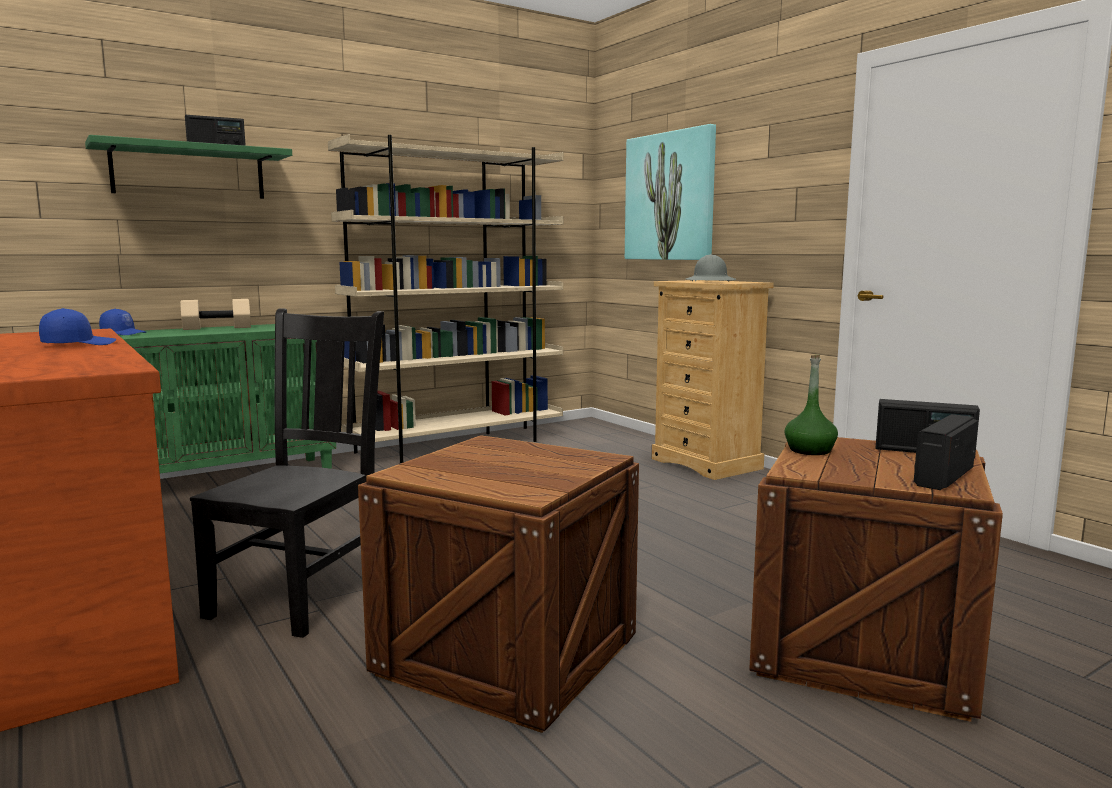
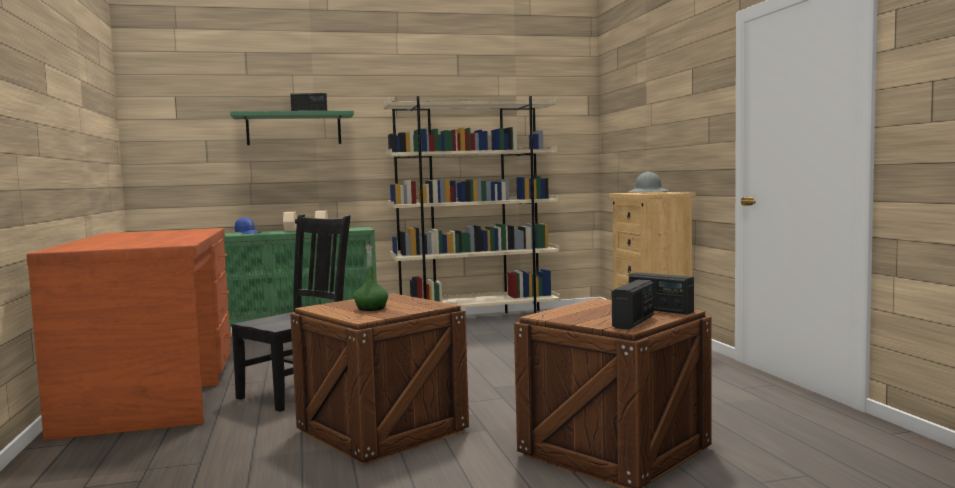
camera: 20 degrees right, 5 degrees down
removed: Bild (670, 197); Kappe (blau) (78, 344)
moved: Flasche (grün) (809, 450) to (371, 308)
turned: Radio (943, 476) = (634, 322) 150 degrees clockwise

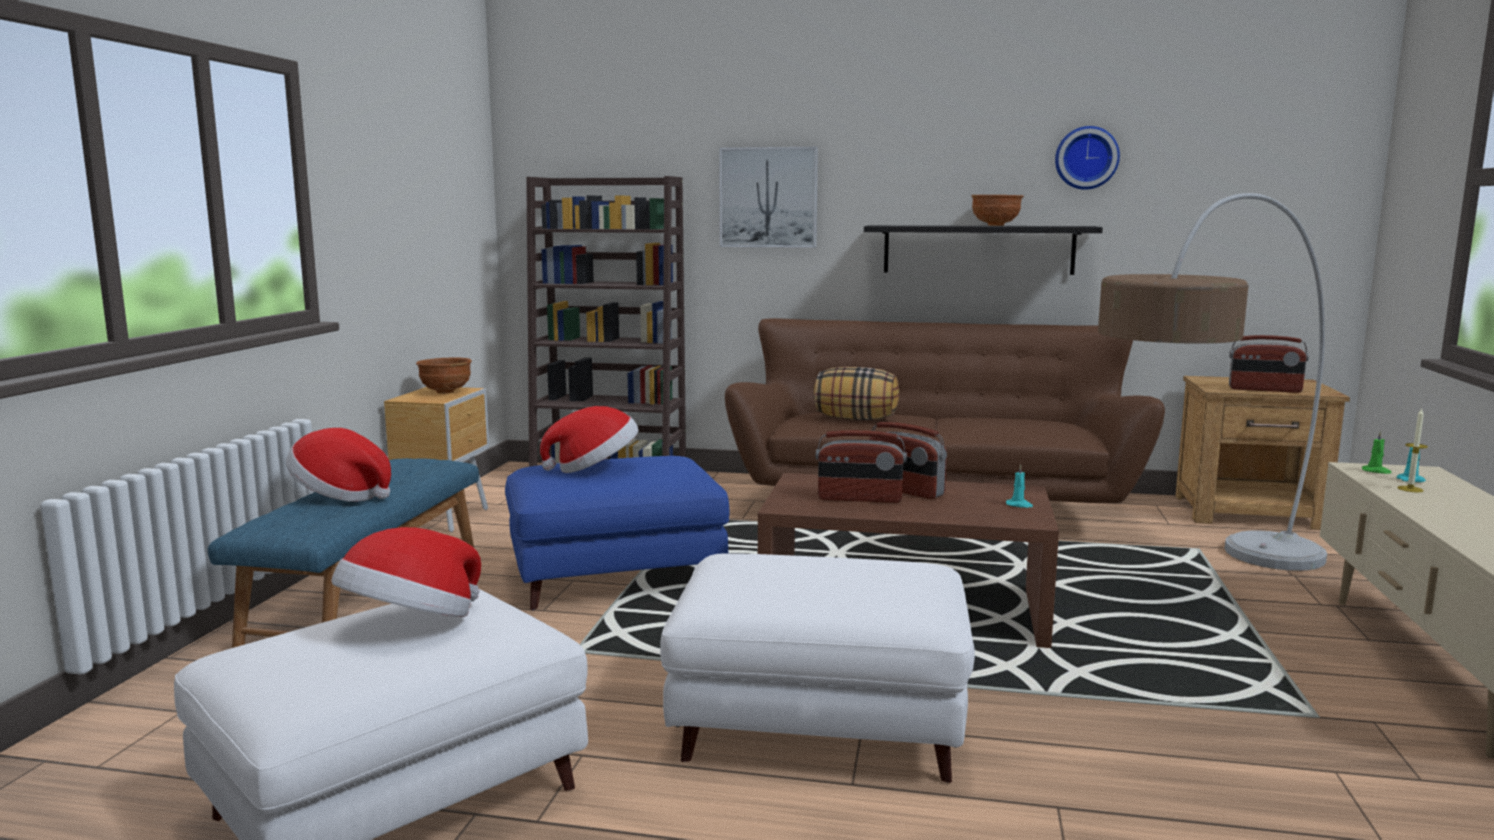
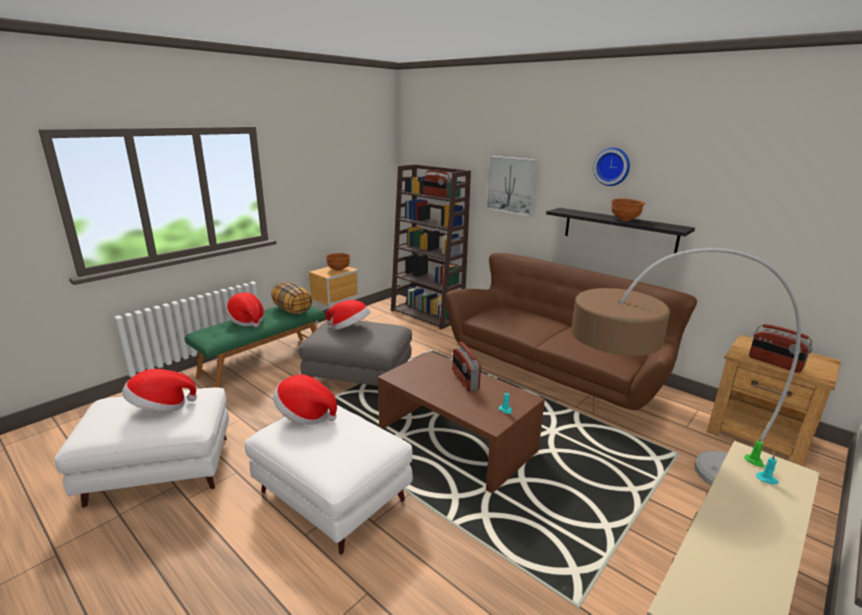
camera: 30 degrees right, 10 degrees up
removed: Kerze (1410, 489)
added: Hut (305, 415)
moved: Wanduhr (1086, 158) to (612, 166); Kissen (856, 419) to (293, 310); Radio (859, 499) to (436, 195)
recoloured: Polsterhocker (blau) (615, 578) to Polsterhocker (grau) (358, 378); Bank (blau) (367, 600) to Bank (grün) (263, 362)

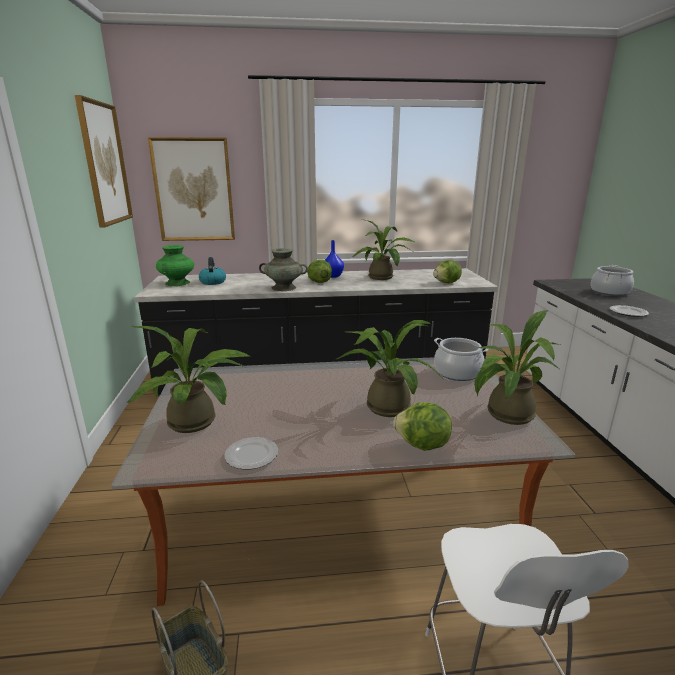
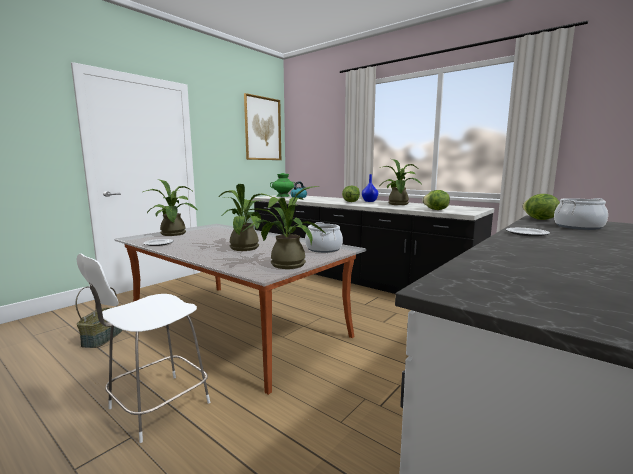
camera: 45 degrees right, 10 degrees down
removed: Bild (193, 190); Vase (türkis) (284, 288)
moved: Salatkopf (422, 445) to (539, 219)

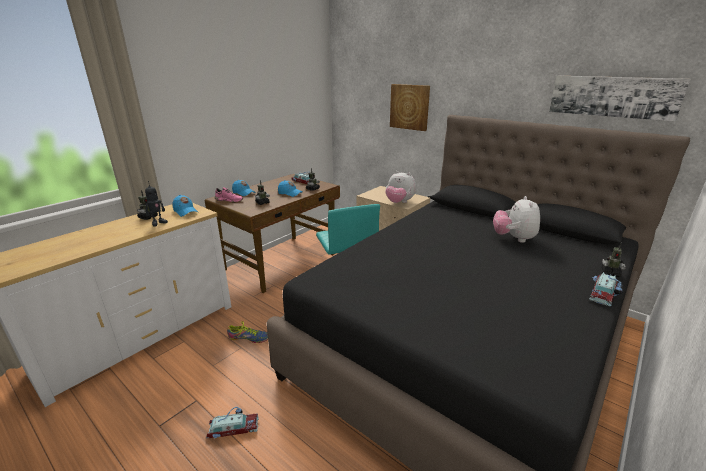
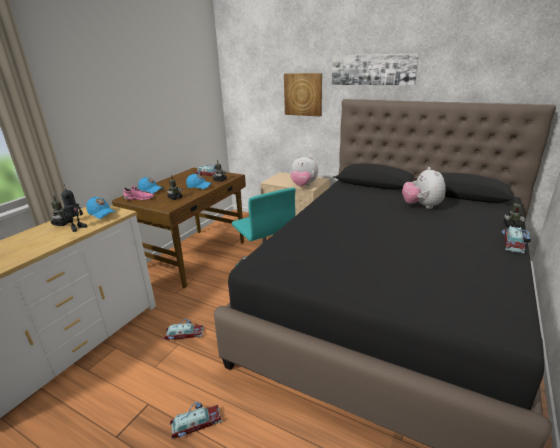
camera: 10 degrees left, 0 degrees up
moved: Bild (613, 96) to (373, 69)
replaced: Schuh (249, 338) to Spielzeugauto (184, 334)

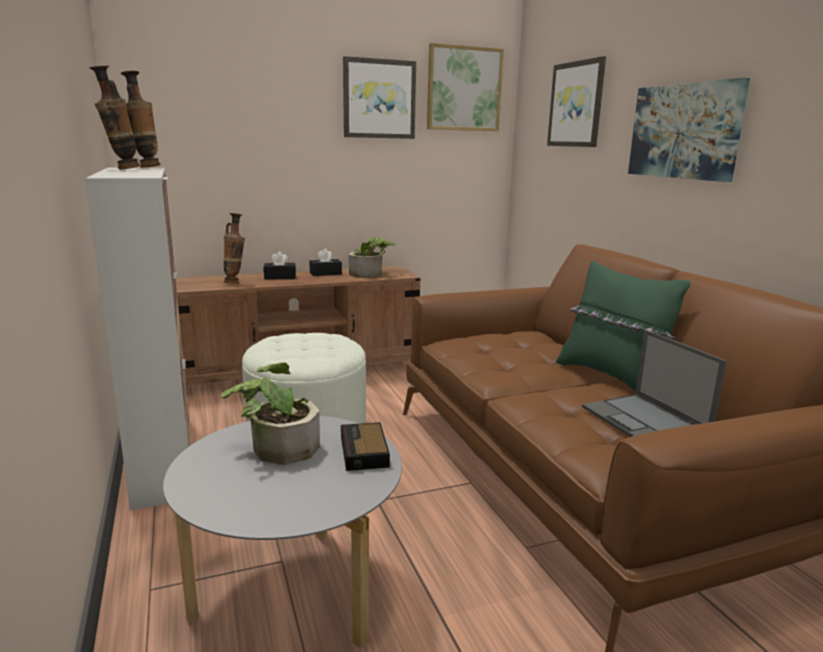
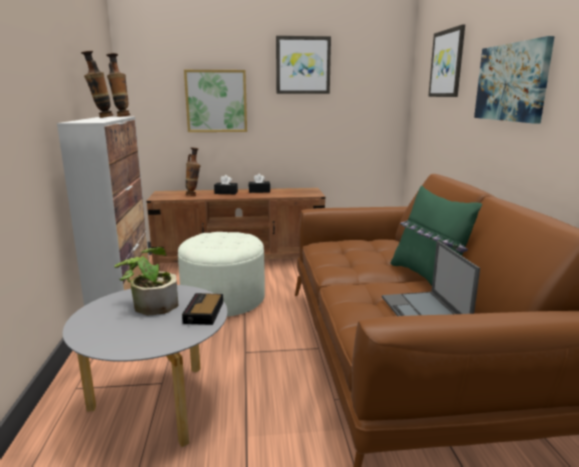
camera: 15 degrees right, 0 degrees up
removed: Topfpflanze (370, 274)
moved: Bild (464, 89) to (216, 101)

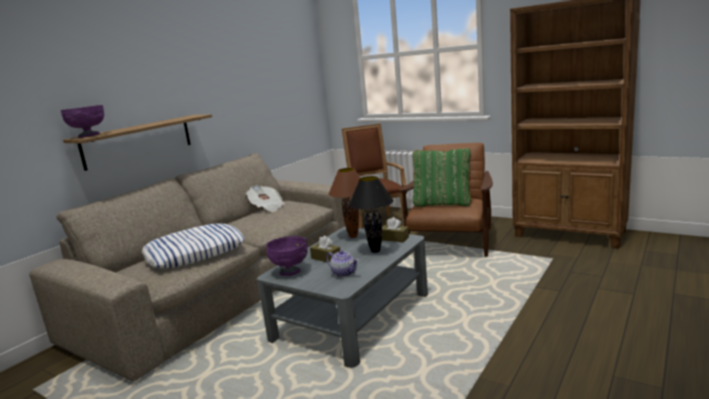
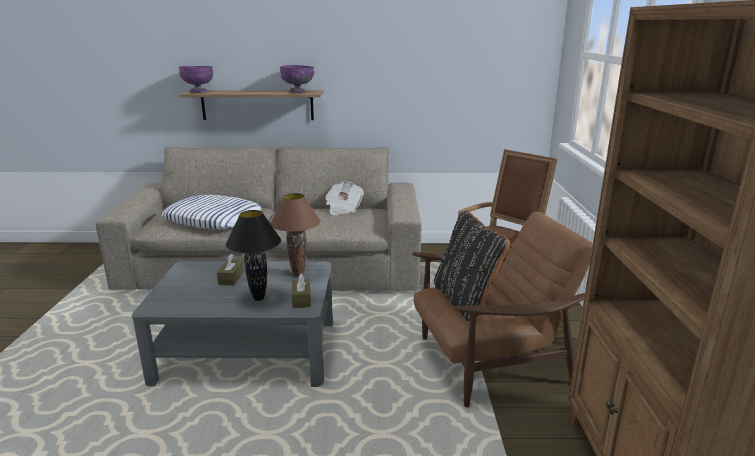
camera: 55 degrees right, 5 degrees up
removed: Teekanne (344, 273)
moved: Schüssel (lila) (290, 272) to (298, 92)
recoloured: Kissen (grün) (442, 203) to Kissen (schwarz) (465, 301)

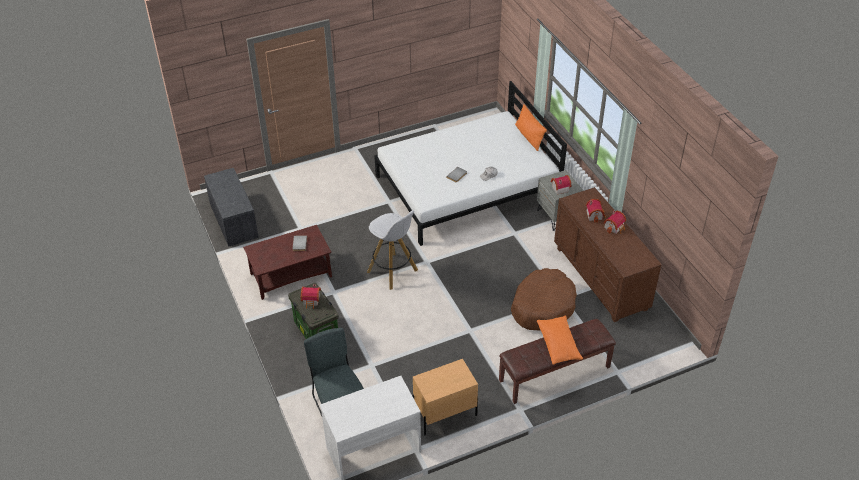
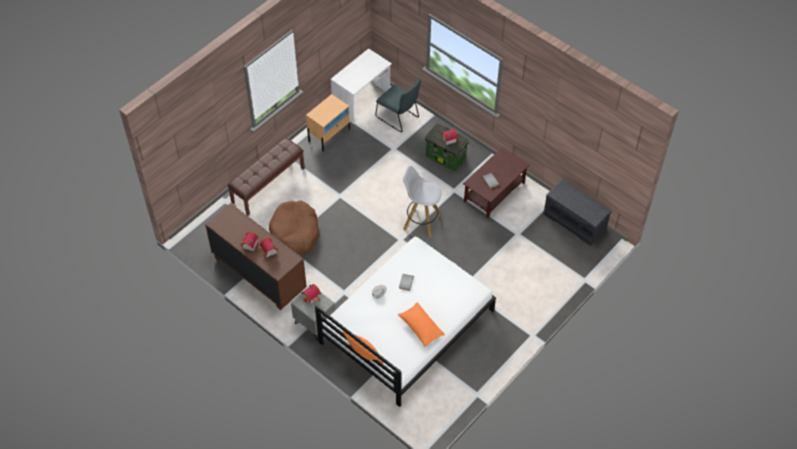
camera: 155 degrees right, 10 degrees up
moved: Kissen (orange) (558, 345) to (421, 328)

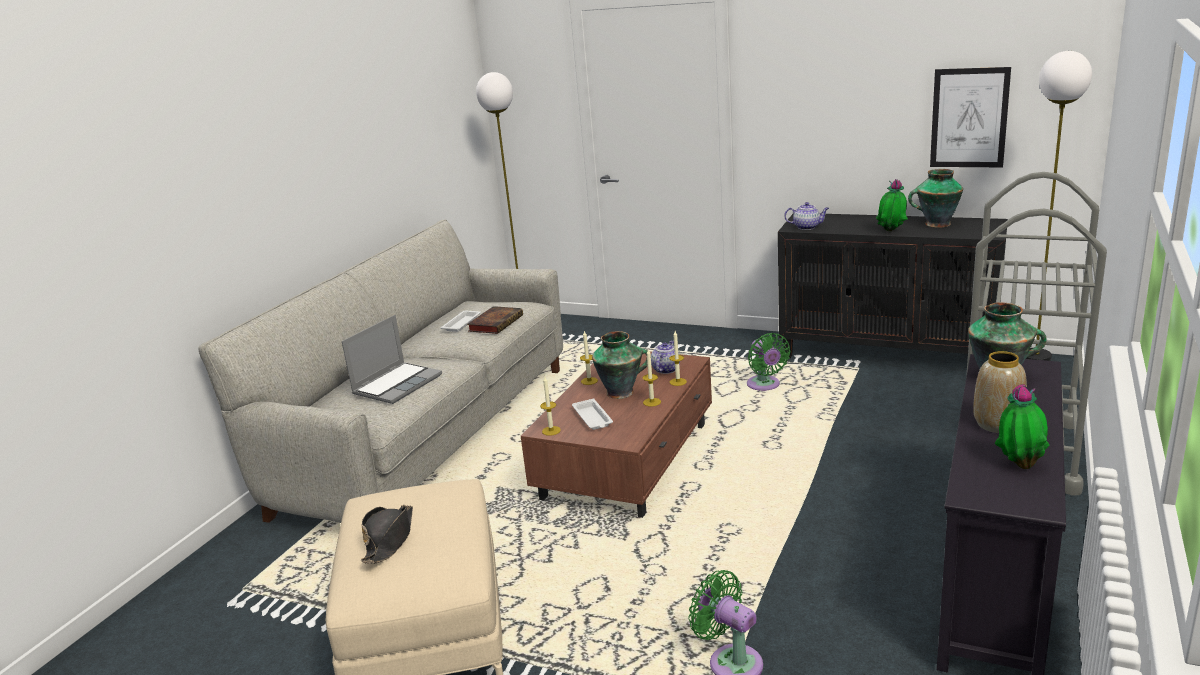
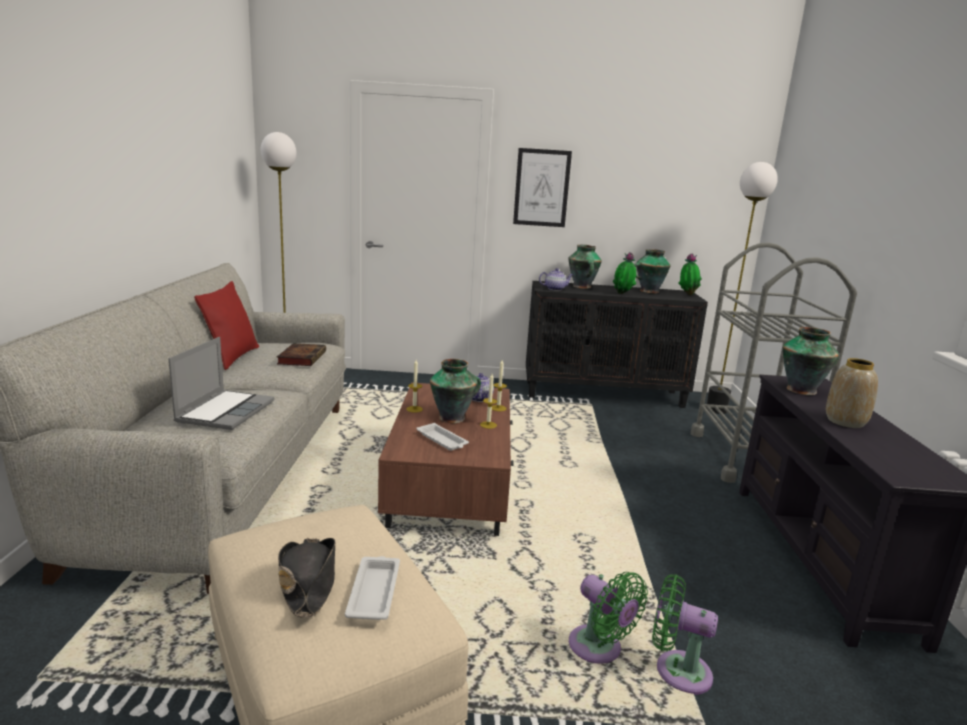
camera: 25 degrees left, 5 degrees down
removed: Kerze (551, 430)
added: Vase (582, 287); Kissen (rot) (232, 357)
moved: Bild (969, 118) to (541, 188); Tablett (weiß) (462, 323) to (374, 591); Ventilator (grün) (764, 386) to (599, 649); Topfpflanze (1019, 465) to (687, 294)

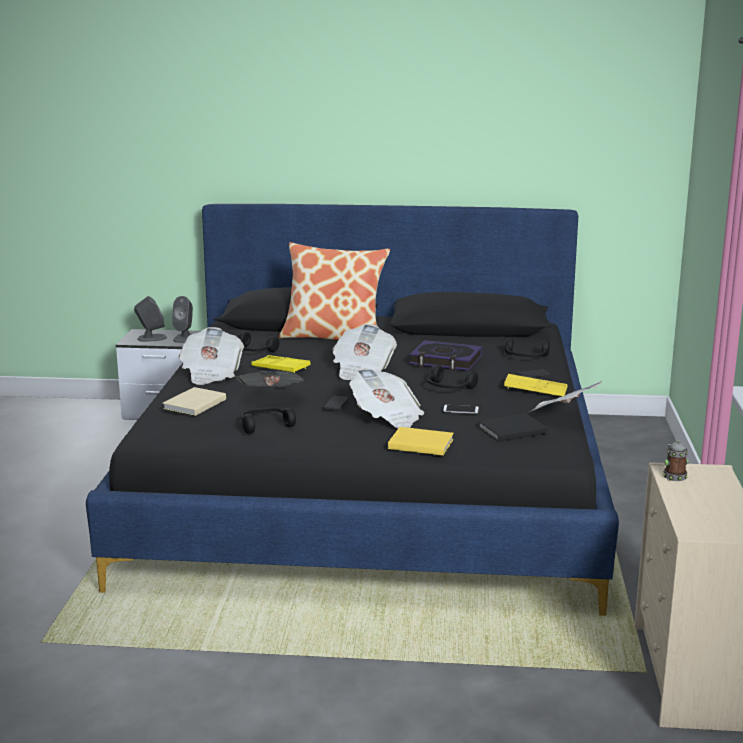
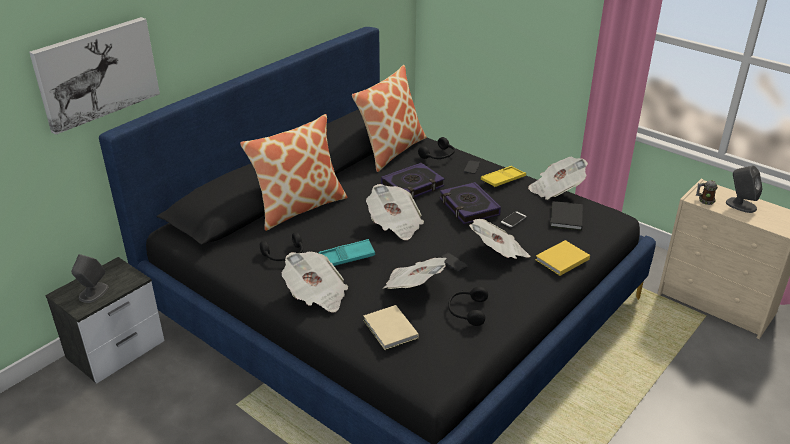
camera: 55 degrees left, 15 degrees up
added: Bild (97, 73); Kissen (391, 150)
moved: Lautsprecher (grau) (184, 338) to (740, 205)
replaced: Kopfhörer (schwarz) (449, 388) to Buch (469, 207)
recoloured: Tablett (gelb) (280, 368) to Tablett (türkis) (347, 257)

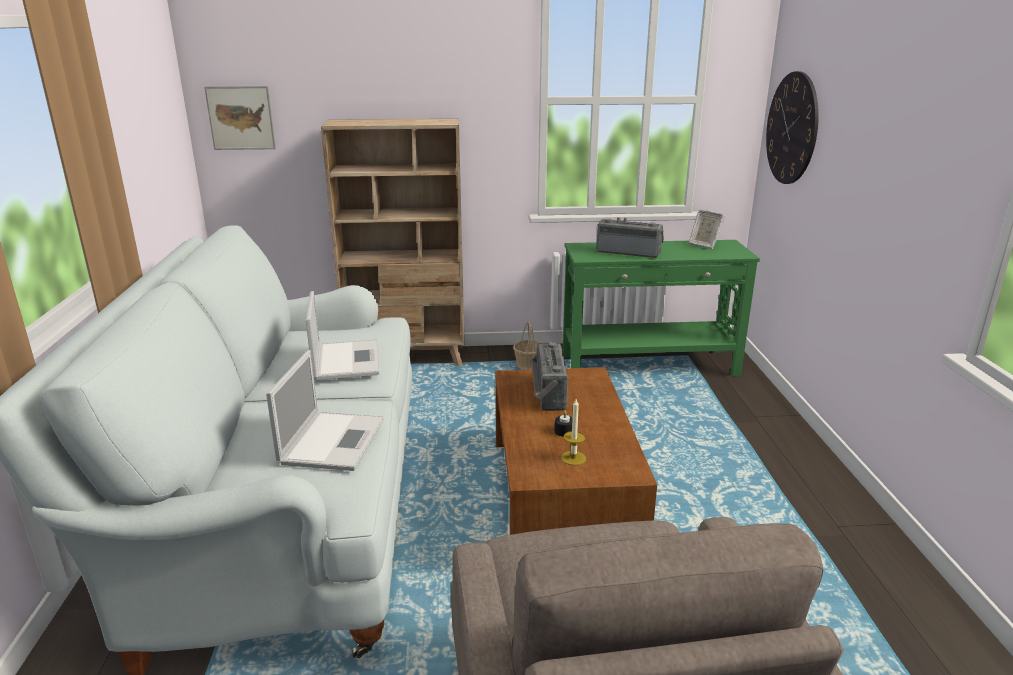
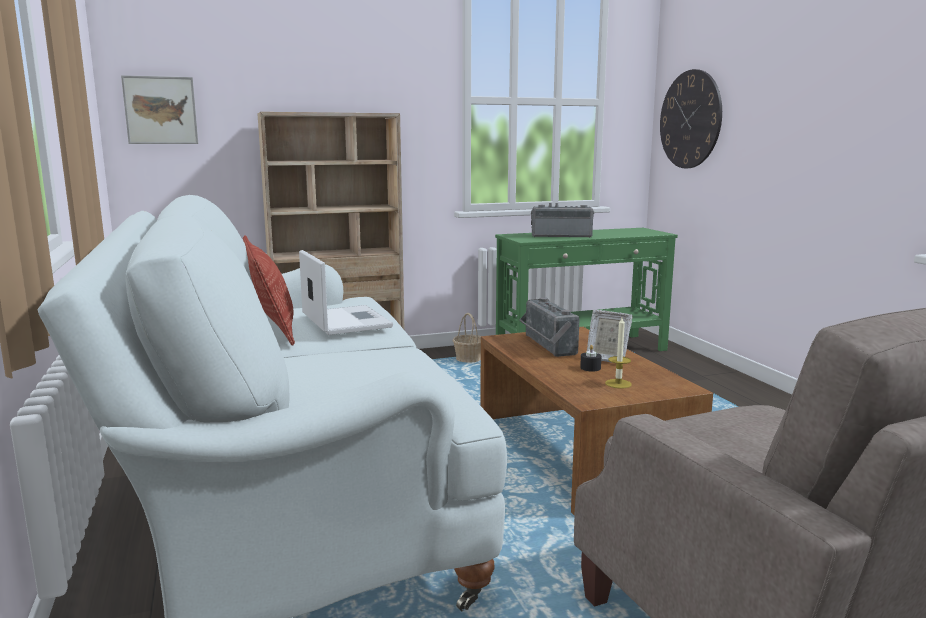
camera: 15 degrees left, 10 degrees down
removed: Laptop (333, 440)
added: Kissen (271, 325)
moved: Bilderrahmen (703, 245) to (606, 359)

